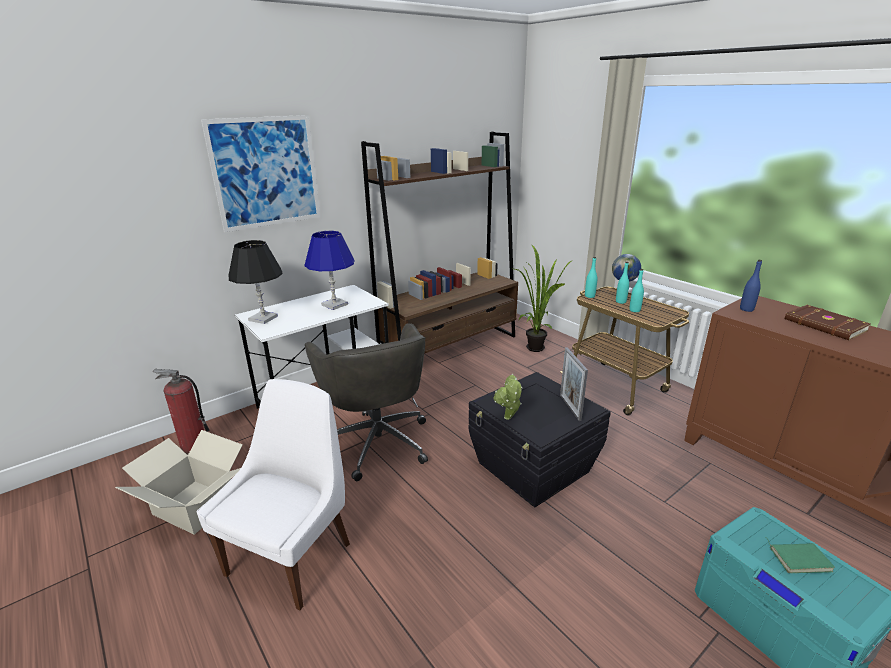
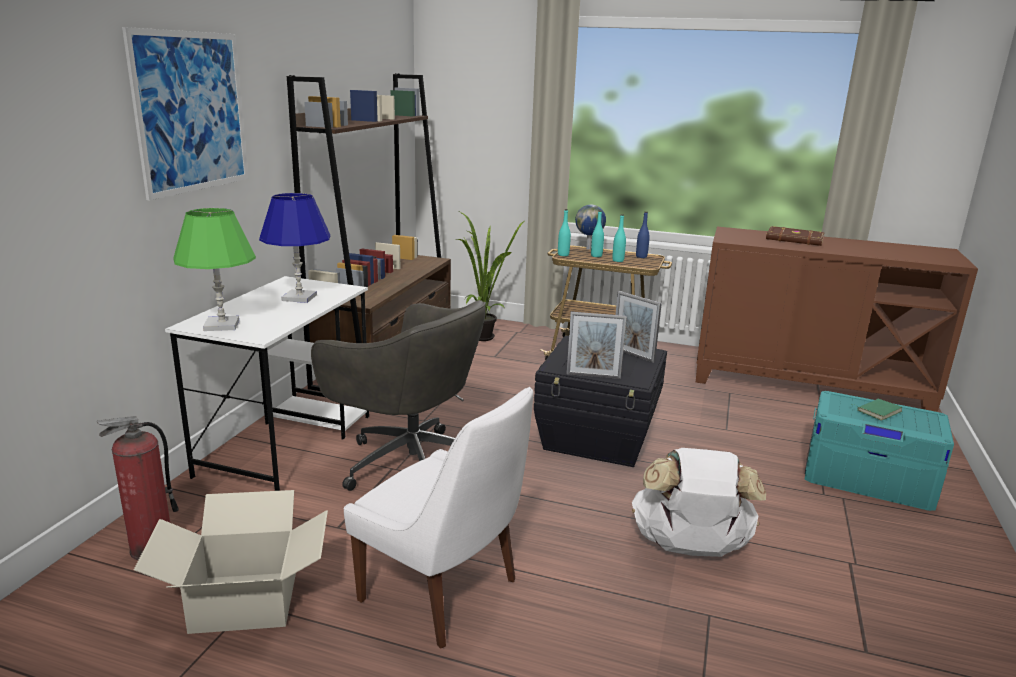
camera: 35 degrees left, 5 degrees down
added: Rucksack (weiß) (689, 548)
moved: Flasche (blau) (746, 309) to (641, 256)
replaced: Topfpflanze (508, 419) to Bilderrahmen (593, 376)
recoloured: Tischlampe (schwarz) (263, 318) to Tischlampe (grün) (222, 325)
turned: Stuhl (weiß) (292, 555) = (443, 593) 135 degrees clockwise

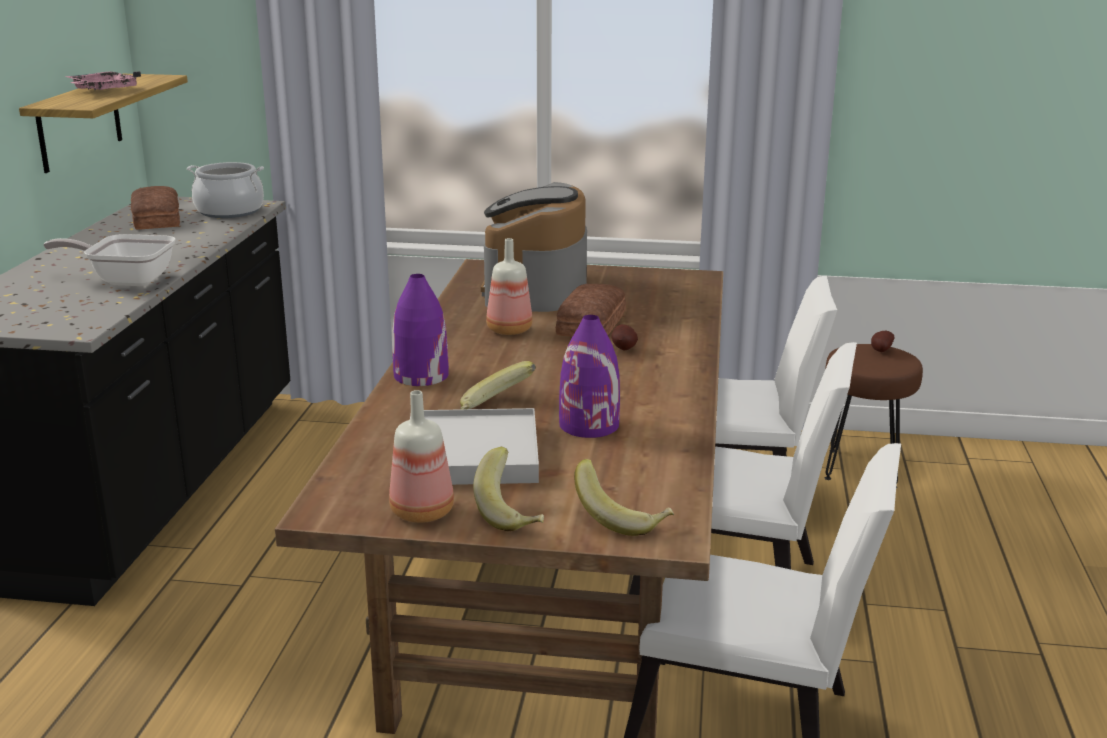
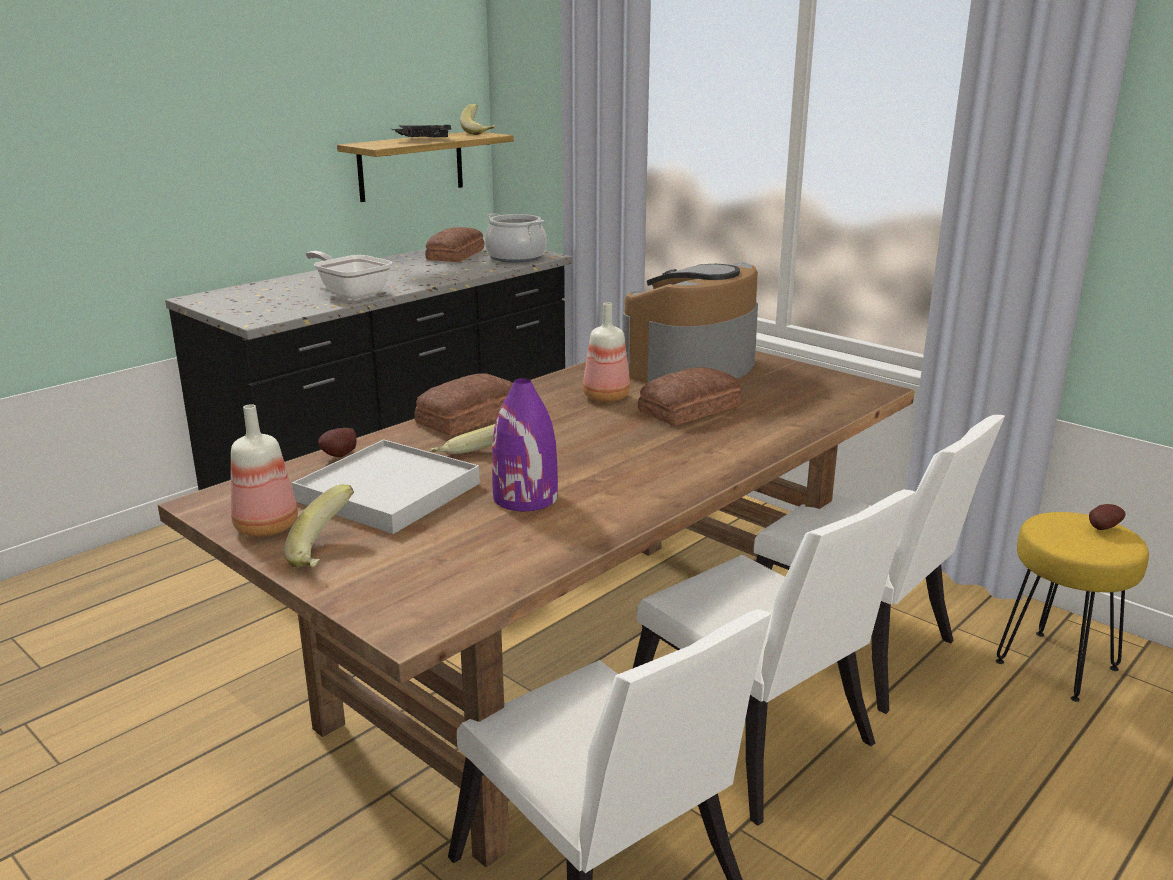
camera: 35 degrees right, 0 degrees up
moved: Kartoffel (624, 349) to (341, 456); Banane (622, 519) to (480, 133)
replaced: Vase (lila) (420, 376) to Brot (467, 417)
recoloured: Tablett (rosa) (102, 90) to Tablett (schwarz) (422, 139); Hocker (braun) (863, 468) to Hocker (gelb) (1058, 665)

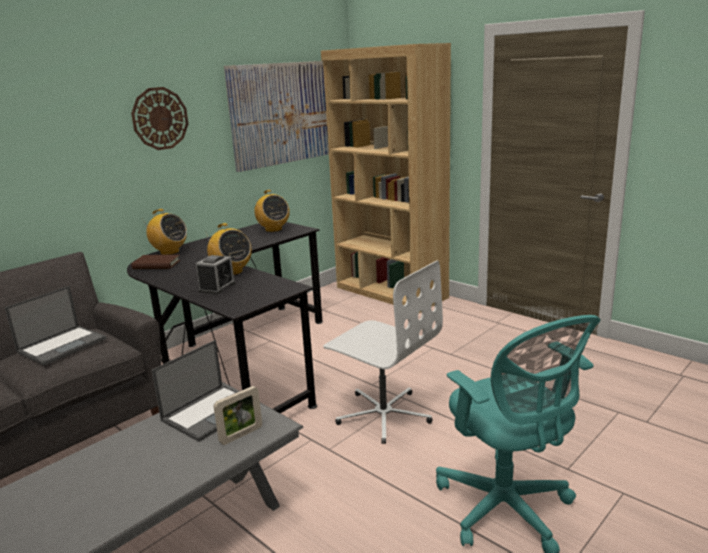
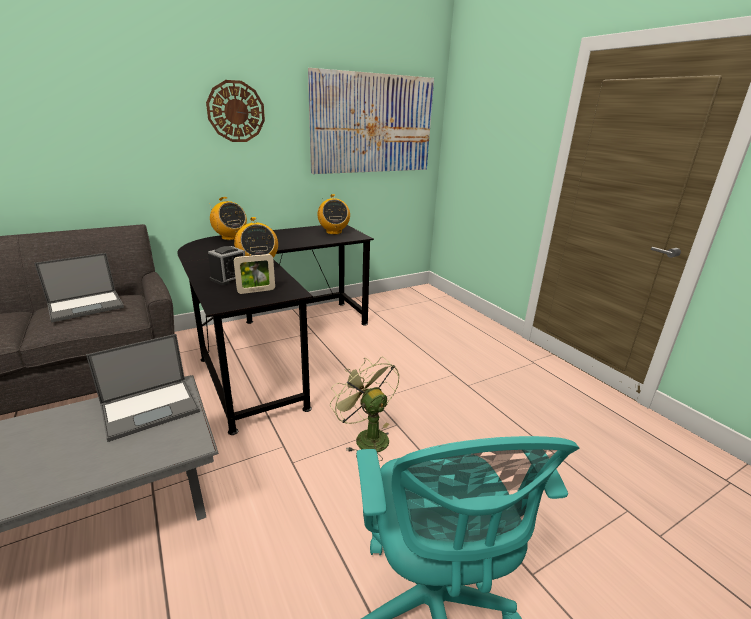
camera: 15 degrees right, 5 degrees up
removed: Bücherregal (braun) (390, 293); Buch (braun) (156, 265)
moved: Bilderrahmen (241, 435) to (256, 291)
replaced: Bürostuhl (weiß) (383, 414) to Ventilator (grün) (366, 437)

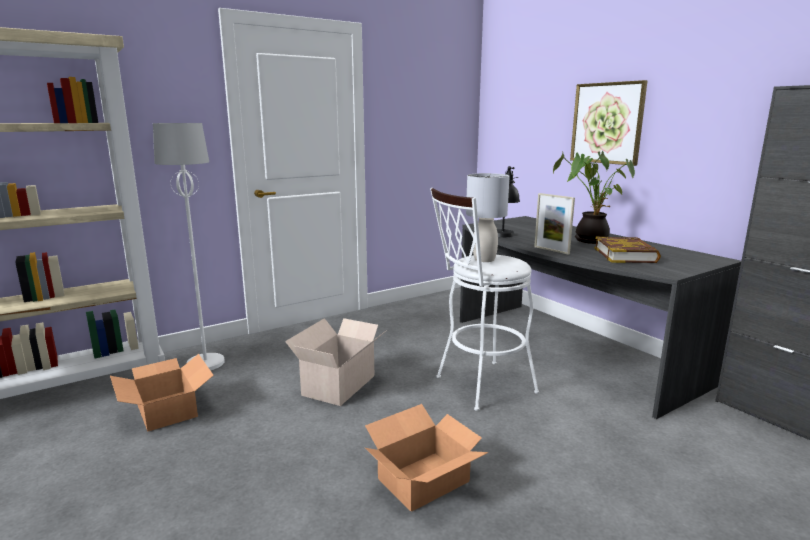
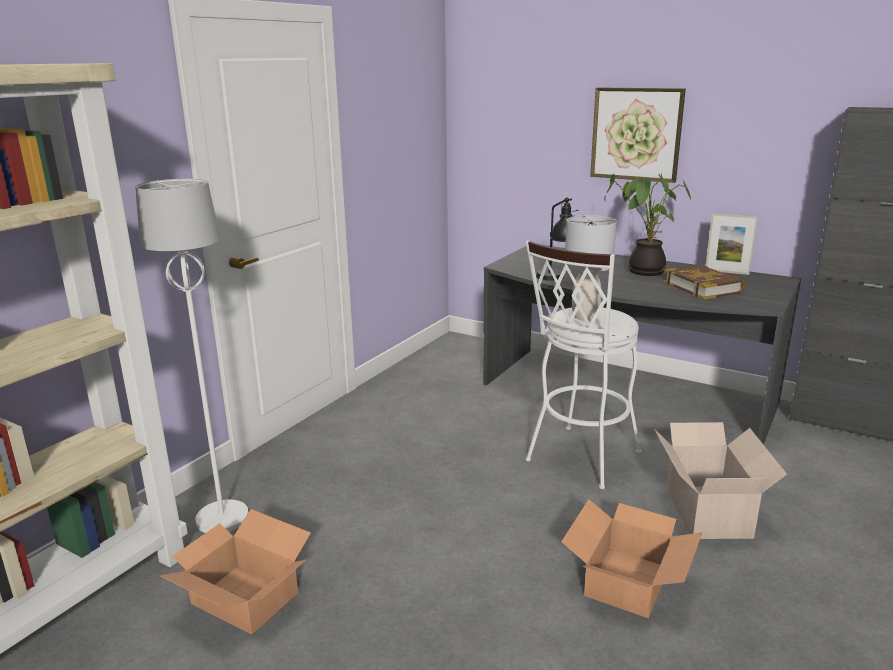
camera: 25 degrees left, 5 degrees up
moved: Bilderrahmen (551, 250) to (726, 272); Karton (340, 384) to (707, 510)

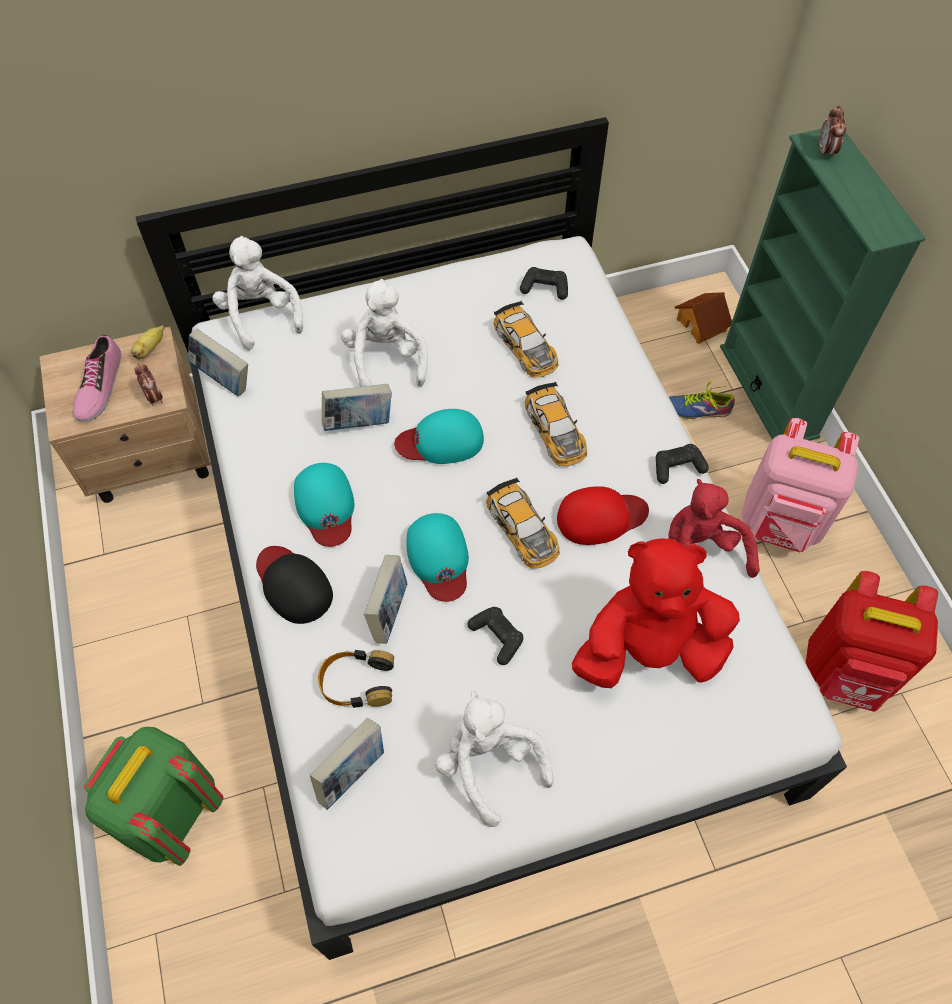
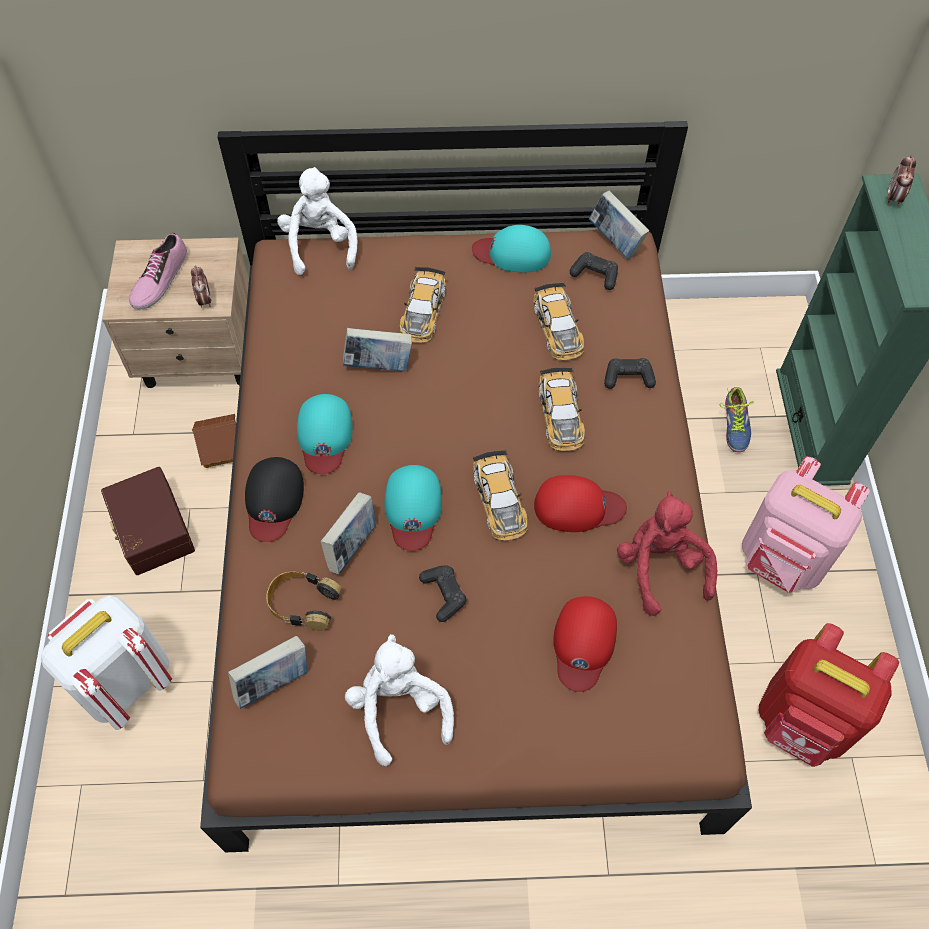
camera: 15 degrees right, 0 degrees up
removed: Banane (150, 349)
added: Aufbewahrungsbox (braun) (150, 530)
moved: Spielzeughaus (702, 324) to (222, 446); Buch (223, 379) to (615, 242); Kappe (türkis) (441, 441) to (512, 253); Gamepad (schwarz) (677, 467) to (628, 378)
replaced: Plüschtier (weiß) (386, 359) to Spielzeugauto (422, 311); Plüschtier (rot) (649, 650) to Kappe (rot) (583, 643)
recoloured: Bett (weiß) (478, 578) to Bett (braun) (466, 539); Rucksack (grün) (171, 813) to Rucksack (weiß) (125, 682)
turned: Schuh (696, 407) = (733, 425) 105 degrees counterclockwise; Kappe (schwarz) (293, 585) = (273, 500) 150 degrees counterclockwise

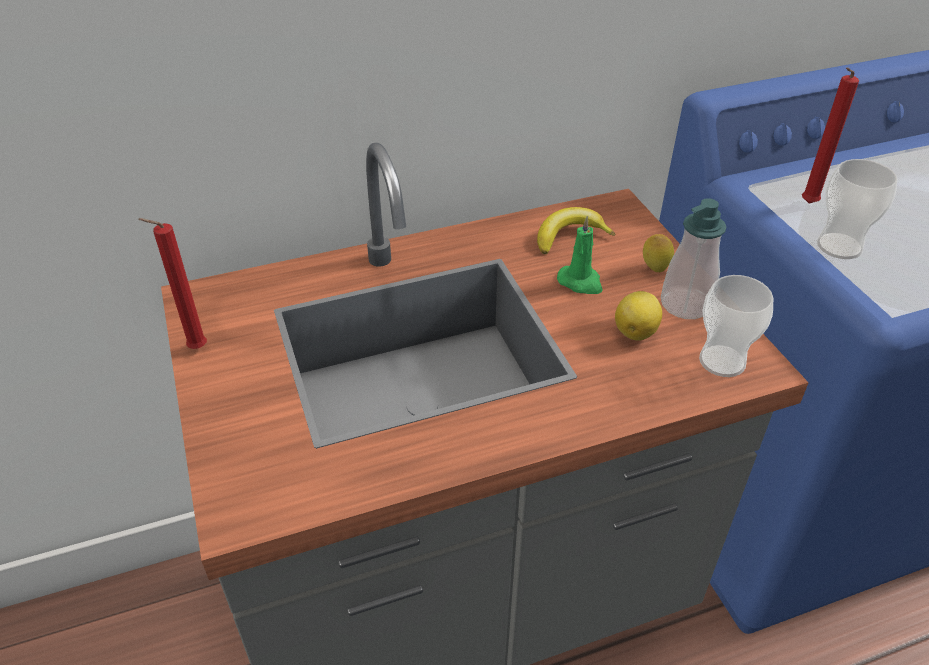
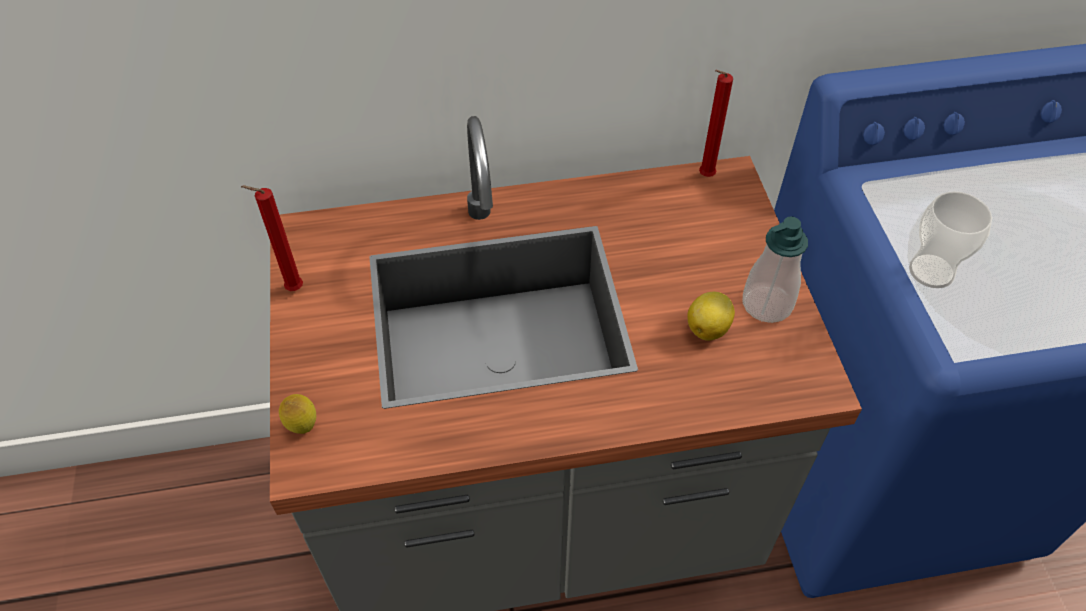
camera: 10 degrees right, 10 degrees up
removed: Banane (569, 236); Kerze (grün) (581, 282); Tasse (722, 361)
moved: Kerze (rot) (807, 204) to (704, 177); Zitrone (654, 269) to (303, 426)

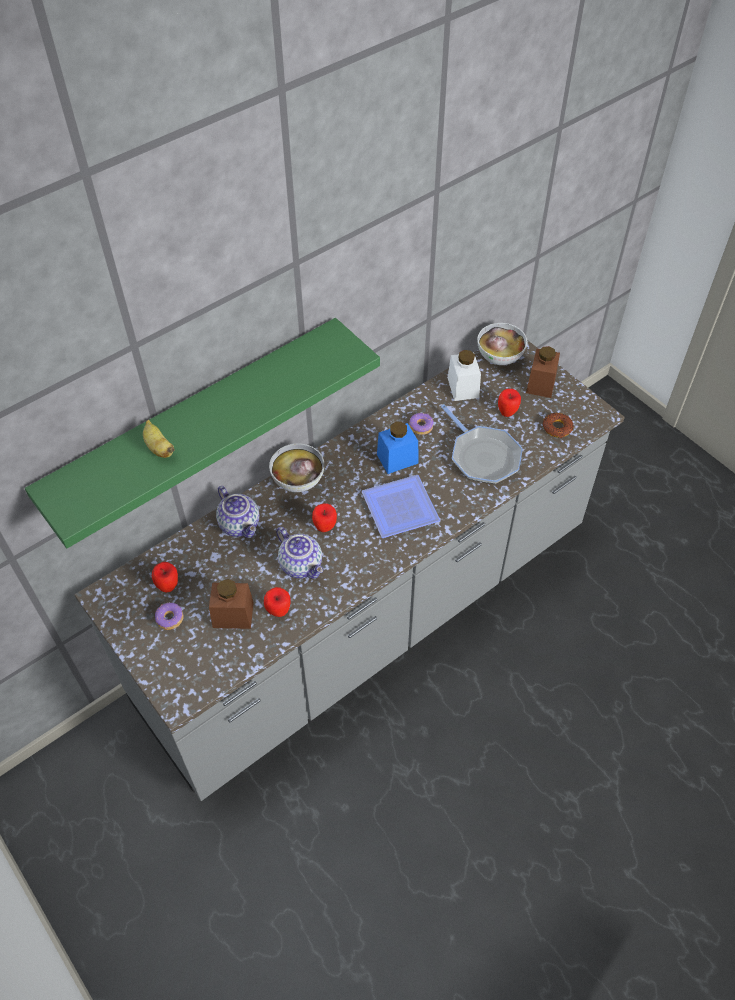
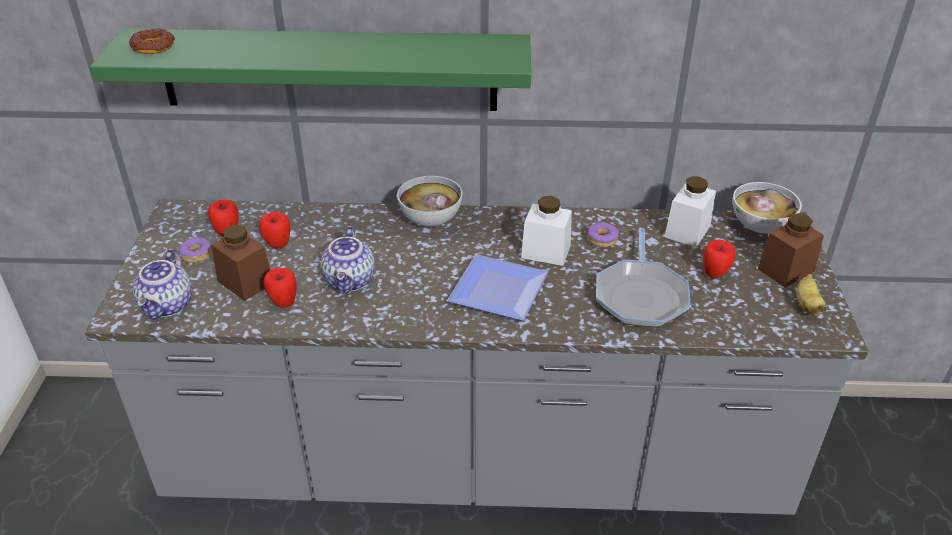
camera: 40 degrees right, 15 degrees down
moved: Donut (557, 428) to (153, 47); Banane (159, 448) to (807, 305); Teekanne (241, 524) to (168, 306); Apfel (325, 528) to (278, 245)
recoloured: Vorratsglas (blau) (397, 459) to Vorratsglas (weiß) (546, 251)

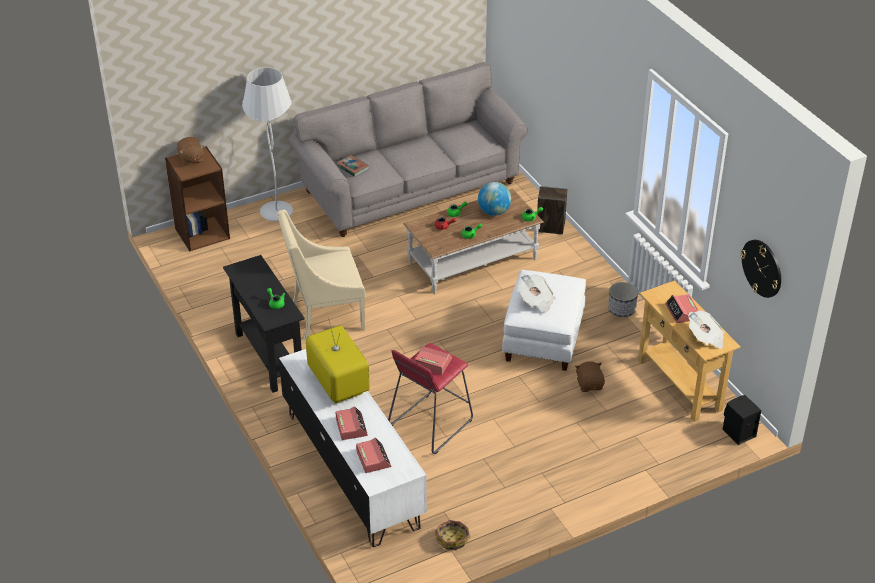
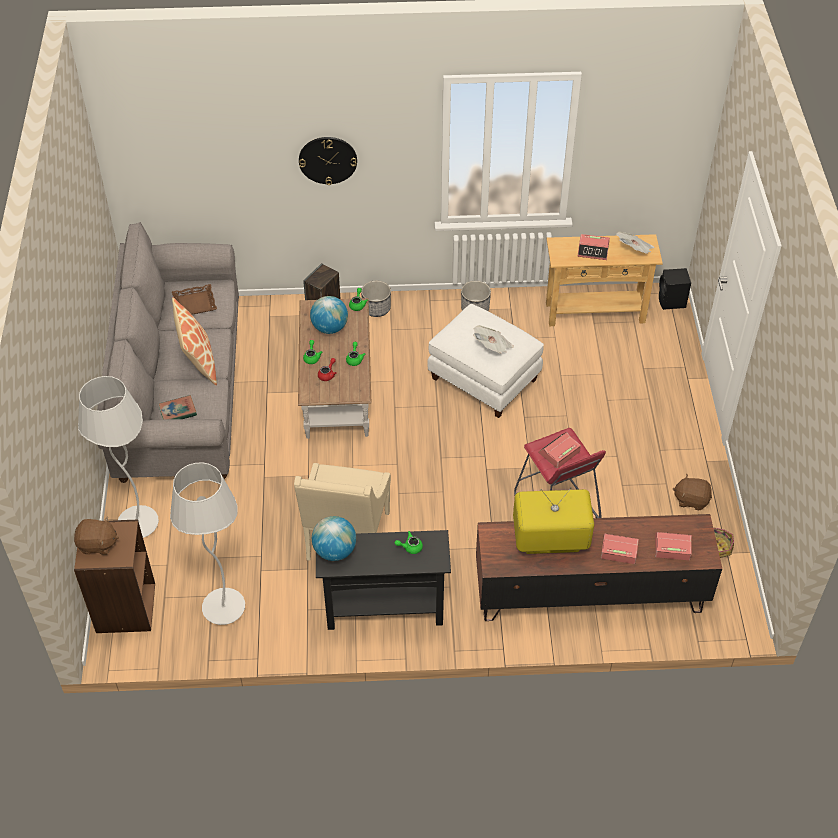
camera: 65 degrees left, 10 degrees up
added: Pflanzkübel (376, 308); Tablett (braun) (194, 303); Kissen (198, 362); Stehlampe (weiß) (224, 608); Globus (334, 551)
moved: Wanduhr (762, 268) to (328, 160); Plüschtier (braun) (589, 385) to (691, 499)
recoloured: Fernsehschrank (weiß) (352, 469) to Fernsehschrank (braun) (589, 593)

